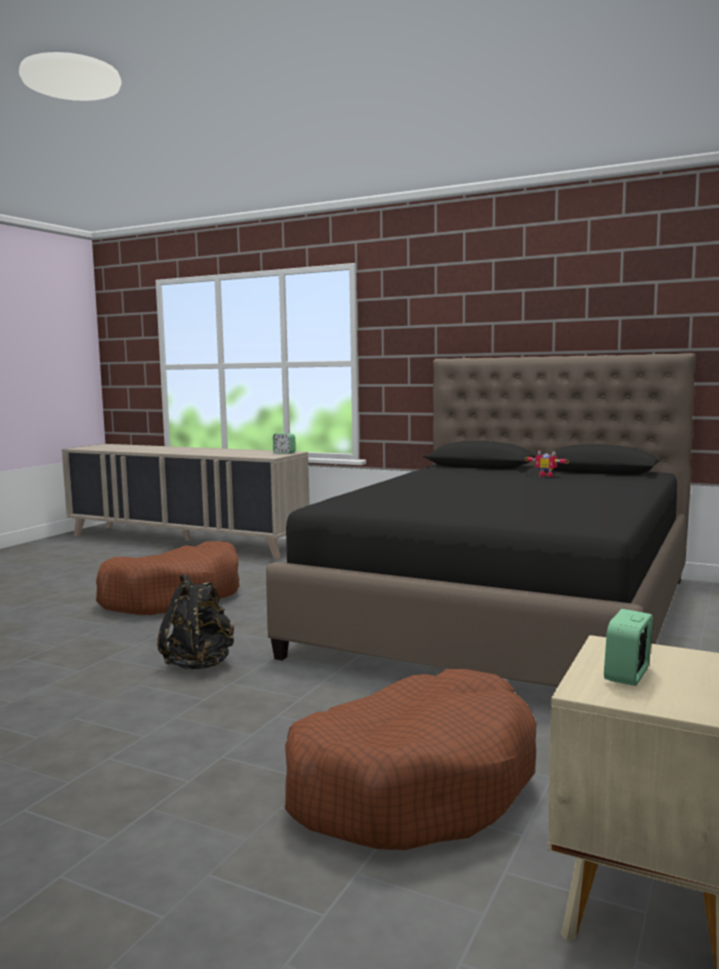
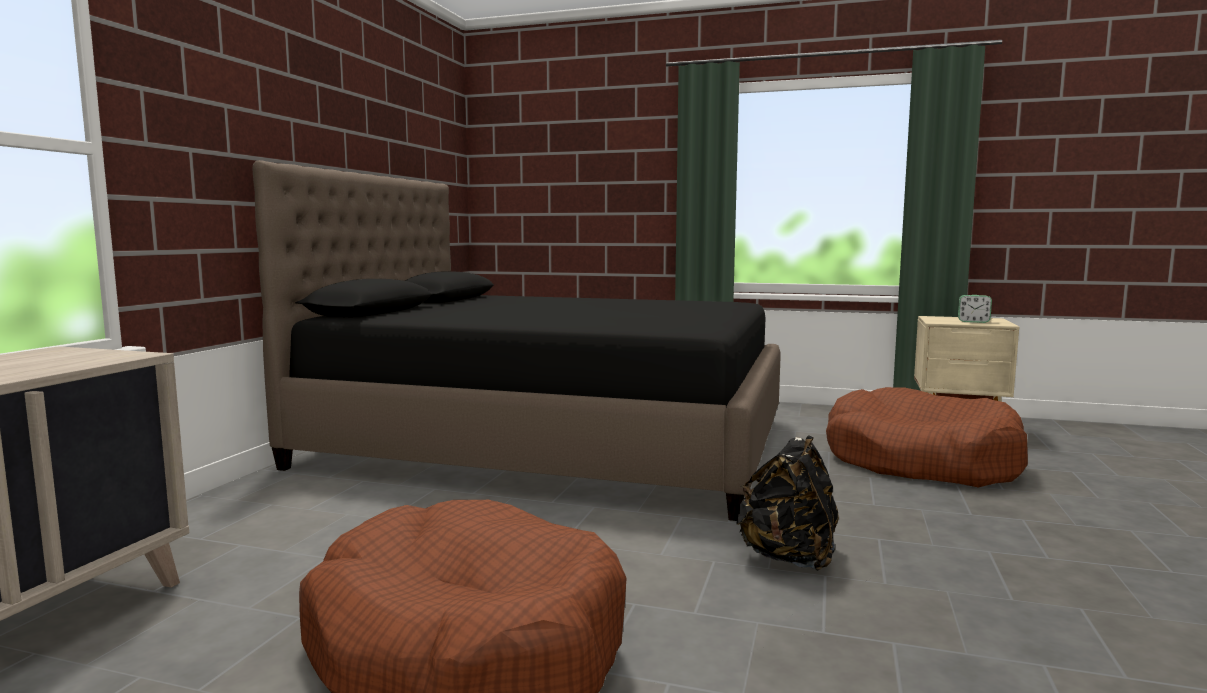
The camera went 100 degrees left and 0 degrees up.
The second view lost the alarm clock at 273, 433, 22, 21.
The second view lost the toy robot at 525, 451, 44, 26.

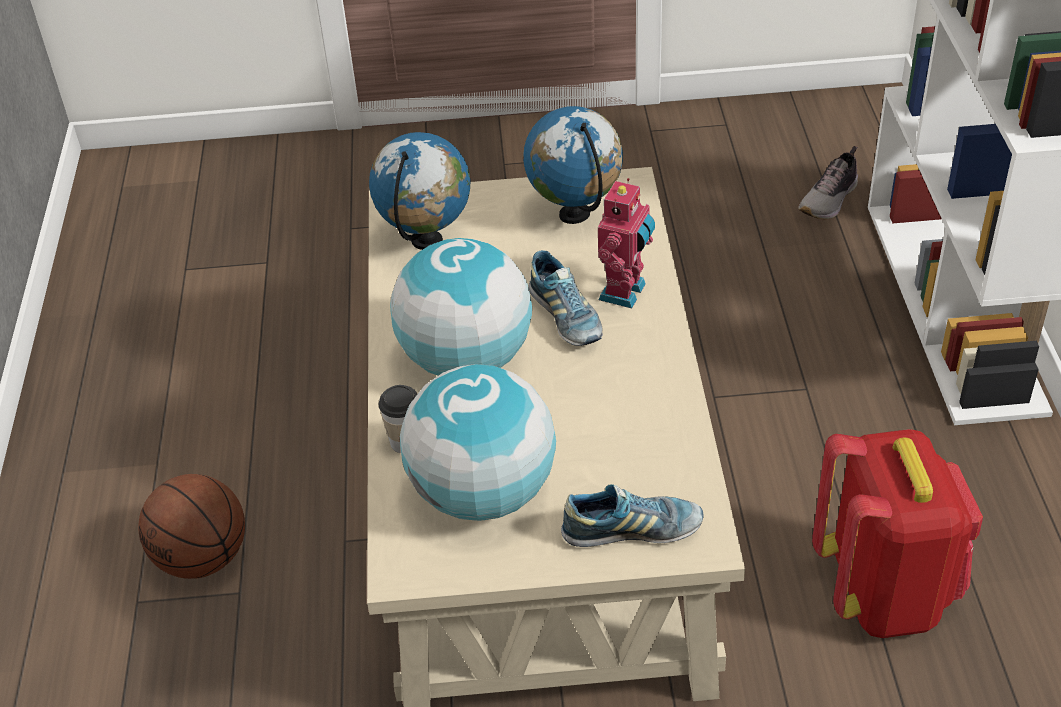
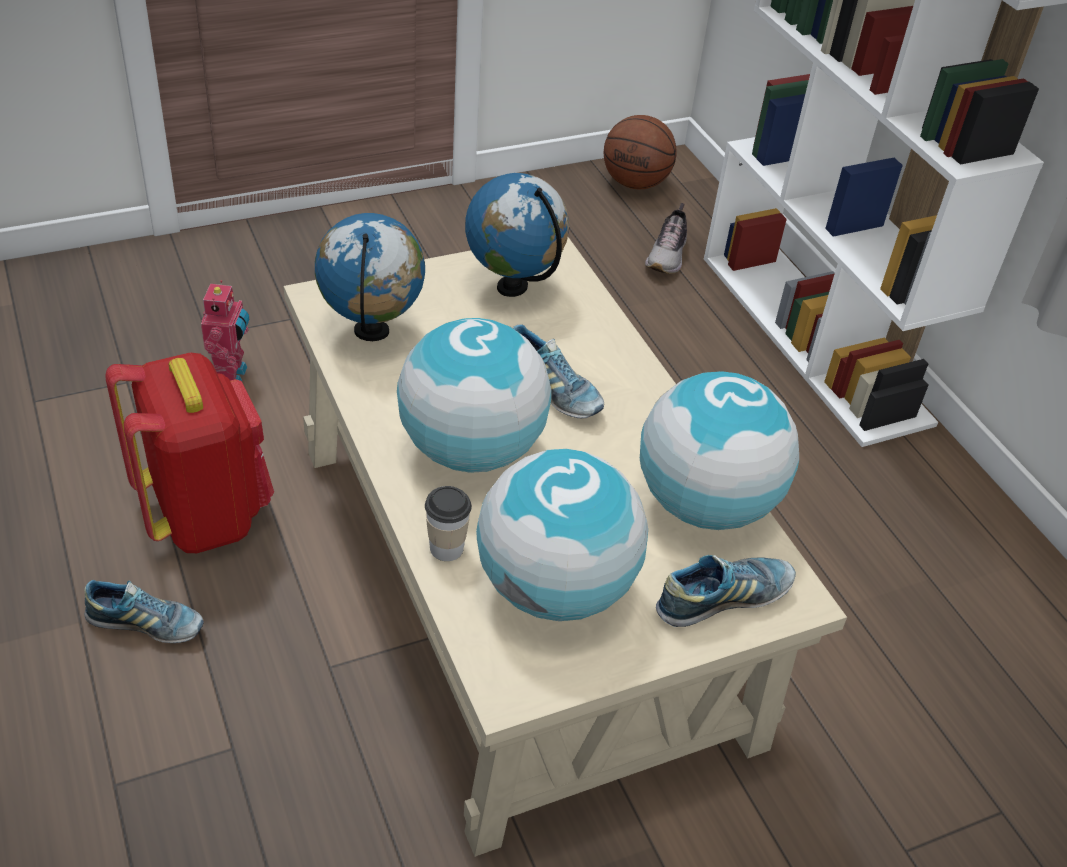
The camera went 25 degrees left and 0 degrees up.
The second view gained the shoe at 84, 580, 120, 63.
The backpack (red) ended up elsewhere, having gone from 812, 429, 171, 209 to 105, 353, 169, 200.
The toy robot ended up elsewhere, having gone from 598, 178, 57, 130 to 201, 280, 48, 101.
The basketball ended up elsewhere, having gone from 138, 474, 107, 105 to 604, 115, 73, 74.
The second view gained the globe at 640, 371, 159, 159.

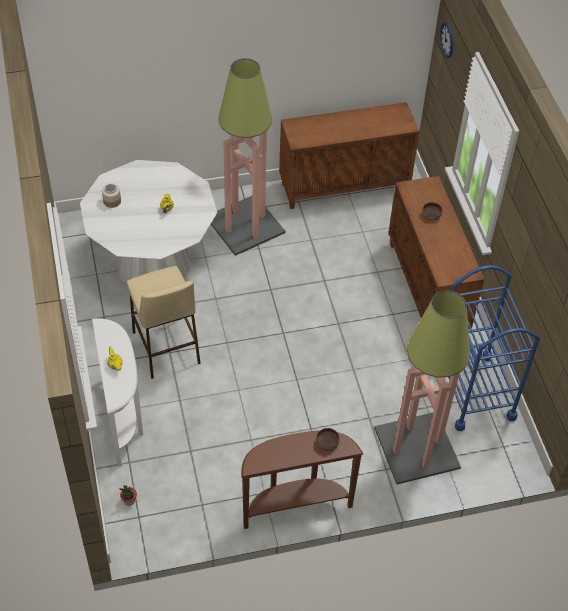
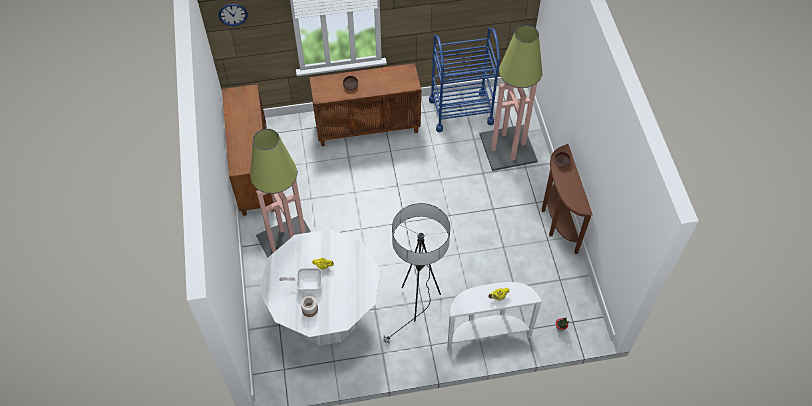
The camera went 85 degrees left and 5 degrees up.
The second view gained the frying pan at 279, 268, 42, 23.
Where the stool (beige) stood at 127, 266, 74, 113, the floor lamp came to stand at 382, 203, 68, 141.

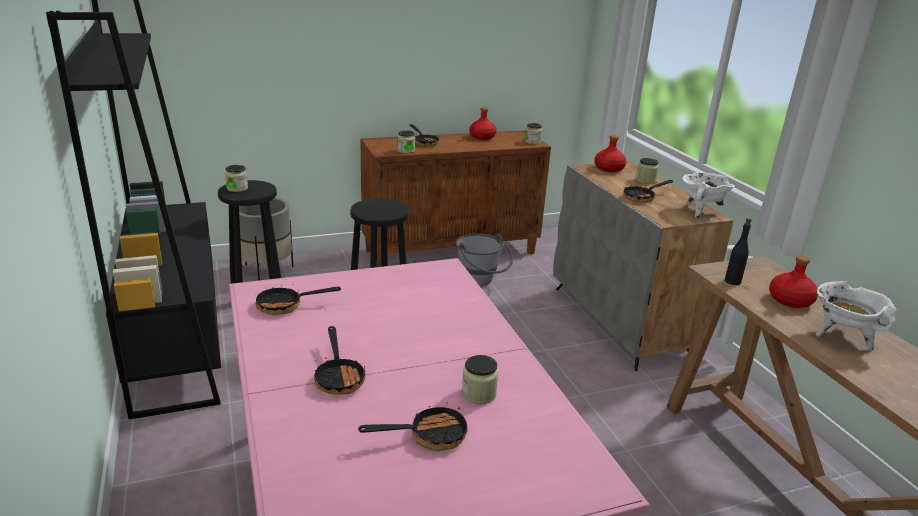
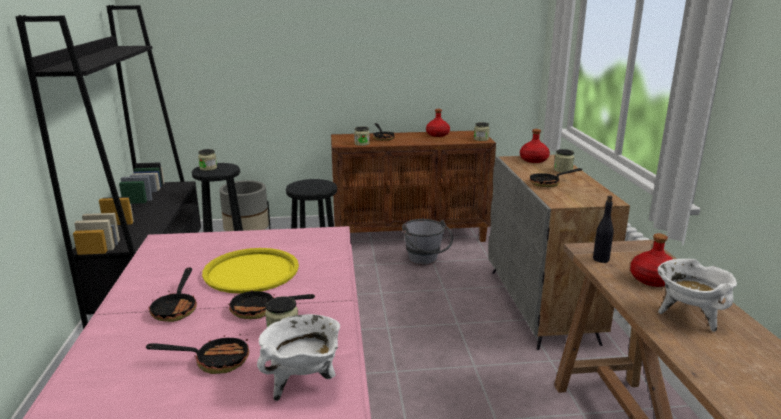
The camera went 15 degrees right and 5 degrees down.
The second view gained the tray (yellow) at 202, 248, 97, 46.
The frying pan ended up elsewhere, having gone from 256, 285, 85, 30 to 228, 288, 87, 31.
The cooking pot (white) ended up elsewhere, having gone from 682, 173, 53, 46 to 257, 314, 83, 87.

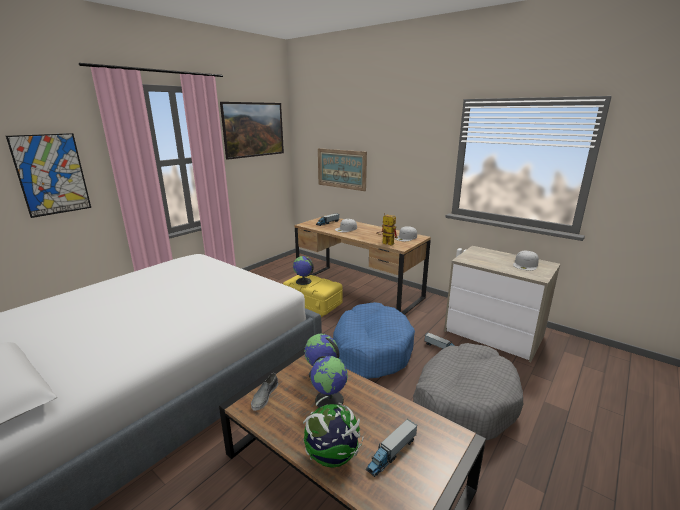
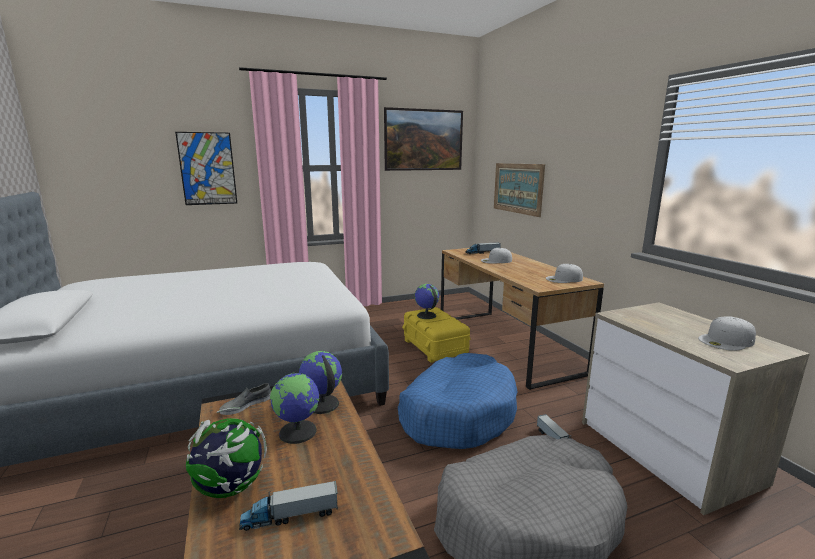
The camera went 30 degrees right and 5 degrees down.
The second view lost the toy robot at 376, 213, 22, 33.

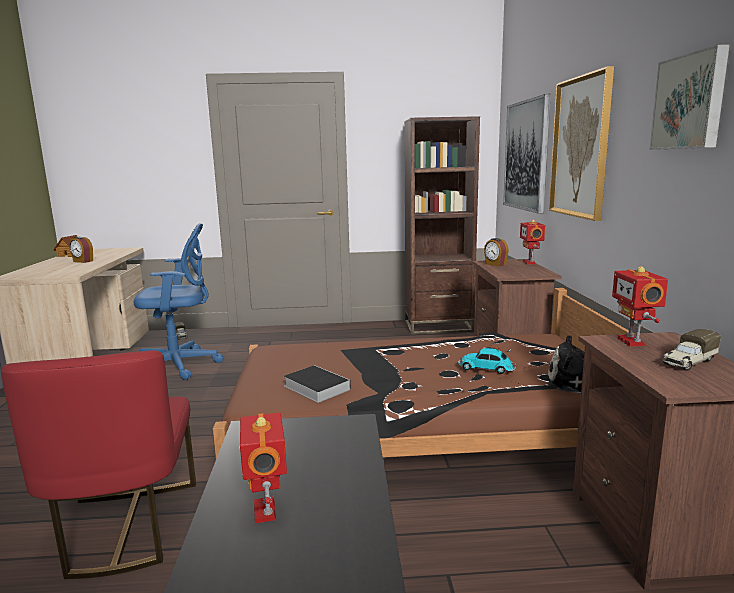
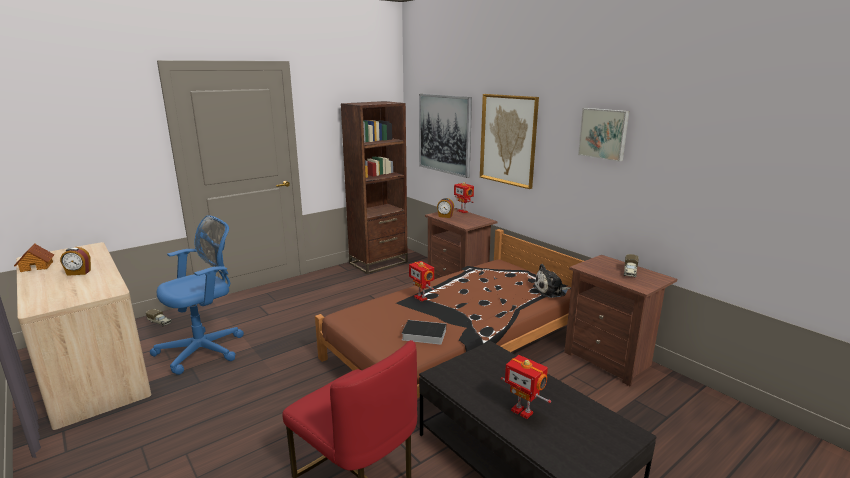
The camera went 35 degrees left and 5 degrees up.
The toy robot ended up elsewhere, having gone from 612, 266, 56, 81 to 409, 261, 25, 40.
The second view lost the toy car at 458, 348, 58, 26.

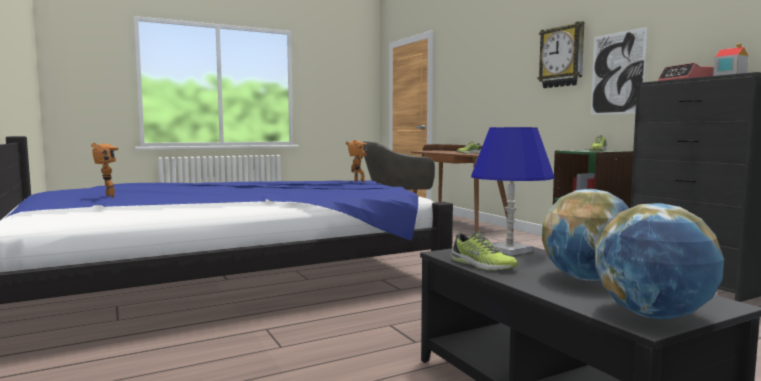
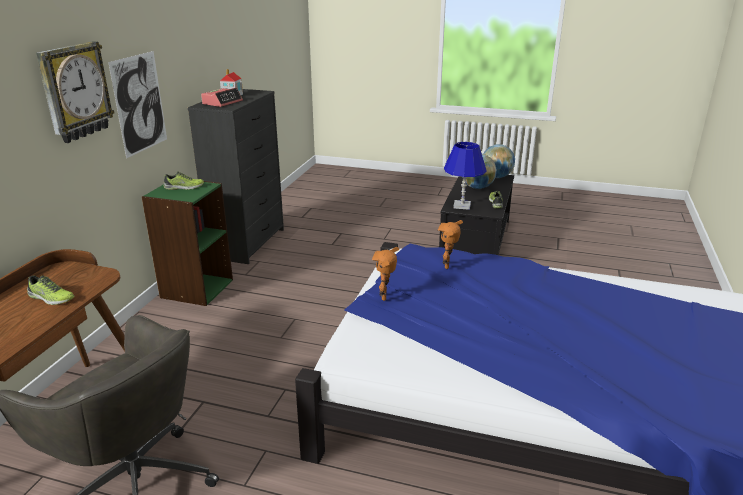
The camera went 135 degrees left and 20 degrees up.
The toy robot ended up elsewhere, having gone from 91, 143, 27, 55 to 438, 220, 25, 49.

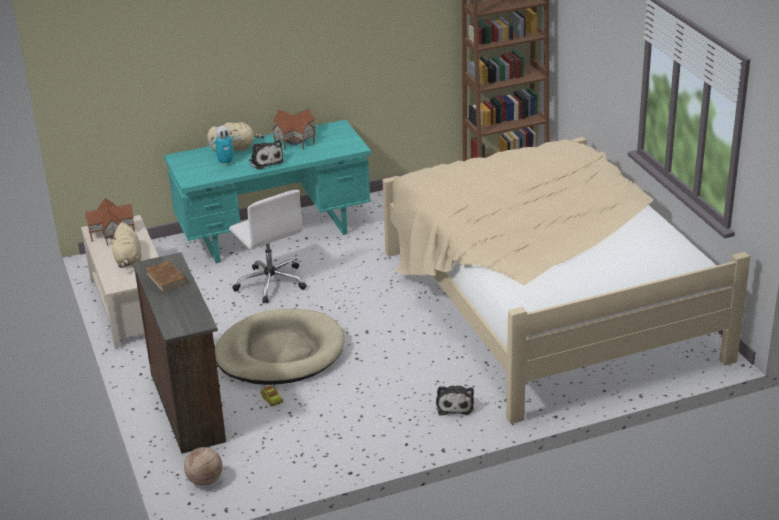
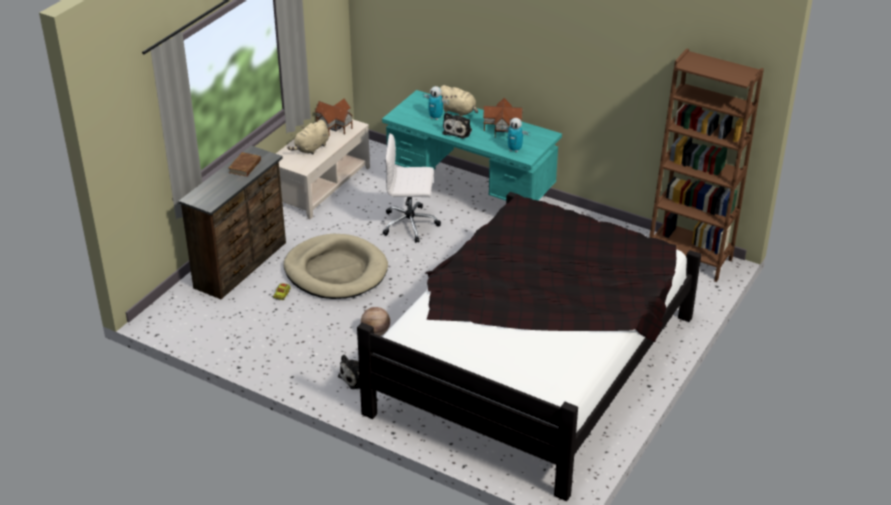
The camera went 50 degrees right and 5 degrees up.
What was the bed (beige) at 382, 137, 368, 287 turned into the bed (black) at 357, 192, 344, 309.
The basketball ended up elsewhere, having gone from 184, 447, 39, 39 to 361, 307, 29, 29.
The office chair (white) at 229, 190, 78, 113 ended up facing another way, 75 degrees clockwise from before.
The second view gained the toy robot at 501, 118, 30, 34.

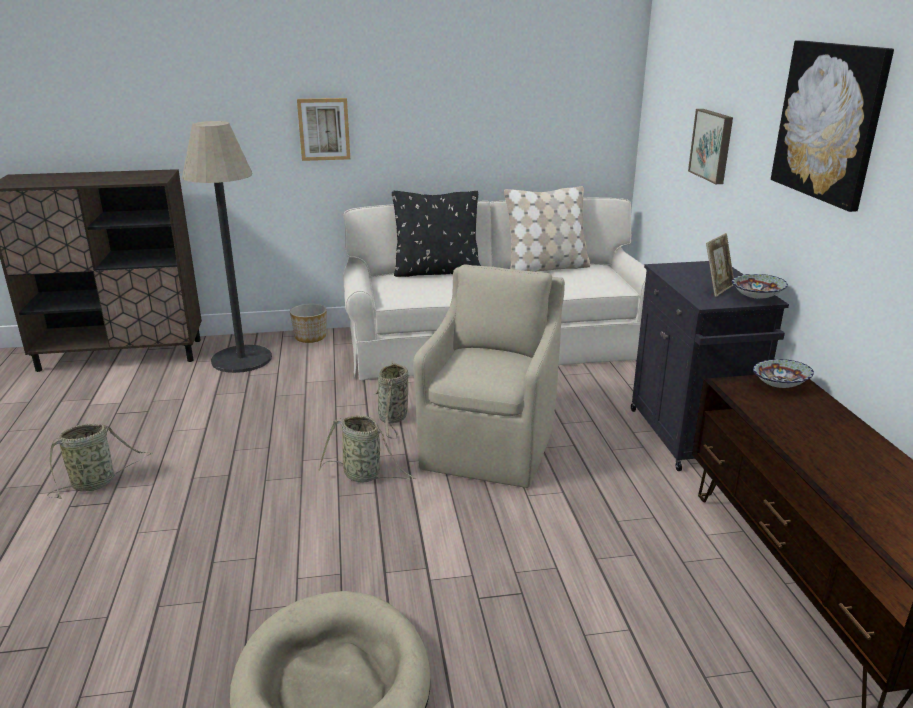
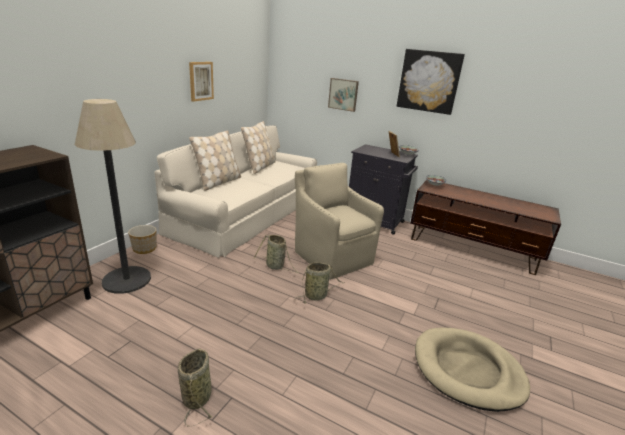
The camera went 55 degrees left and 0 degrees up.
The picture ended up elsewhere, having gone from 297, 98, 53, 63 to 189, 62, 25, 40.
What was the pillow (black) at 392, 191, 89, 86 turned into the pillow (beige) at 189, 130, 52, 60.

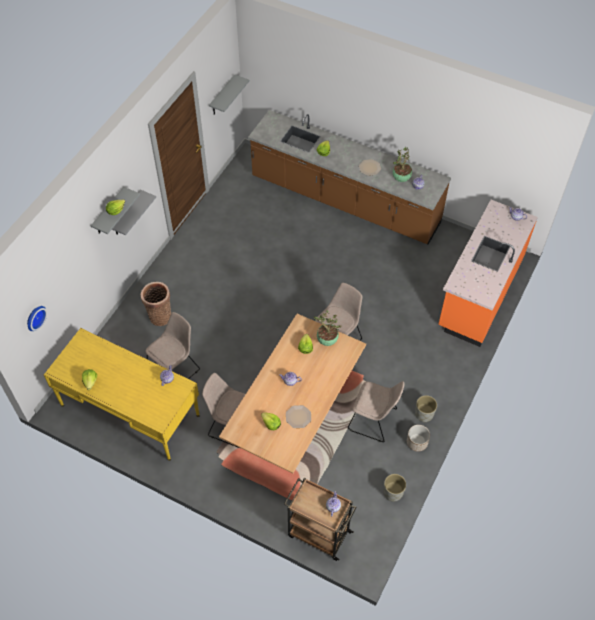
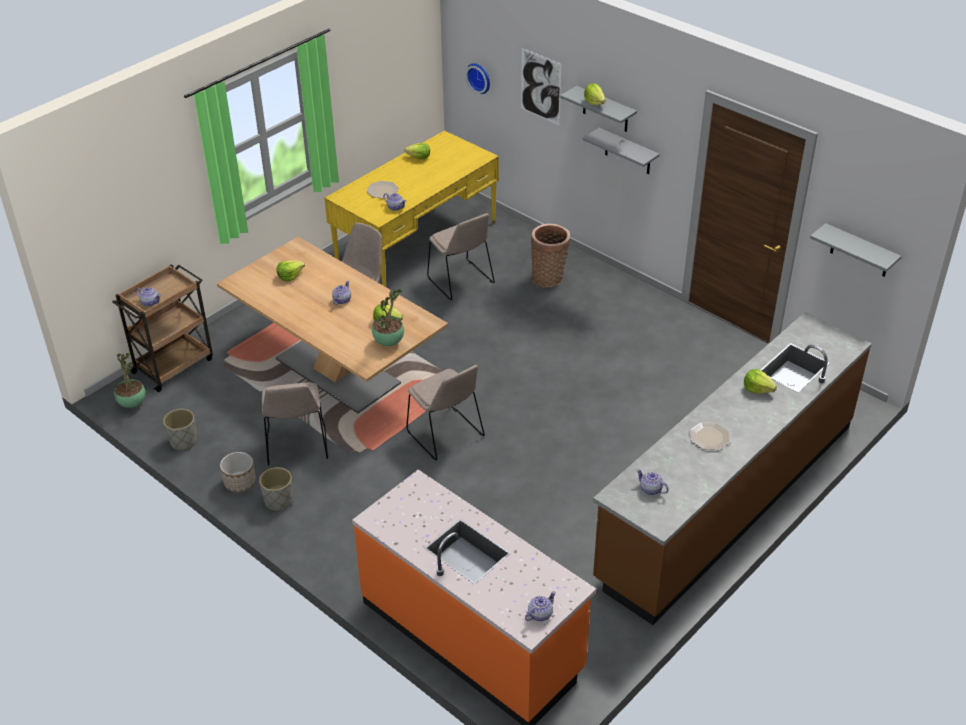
The camera went 105 degrees right and 15 degrees down.
The potted plant ended up elsewhere, having gone from 393, 147, 19, 35 to 114, 353, 32, 55.
The chair (beige) at 348, 381, 56, 61 ended up facing another way, 45 degrees counterclockwise from before.
The plate ended up elsewhere, having gone from 286, 405, 25, 23 to 367, 181, 32, 18.
The second view gained the picture at 521, 48, 41, 77.

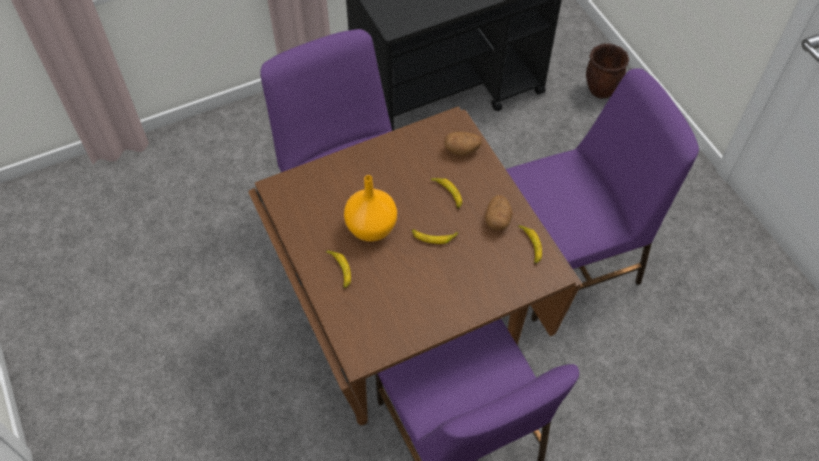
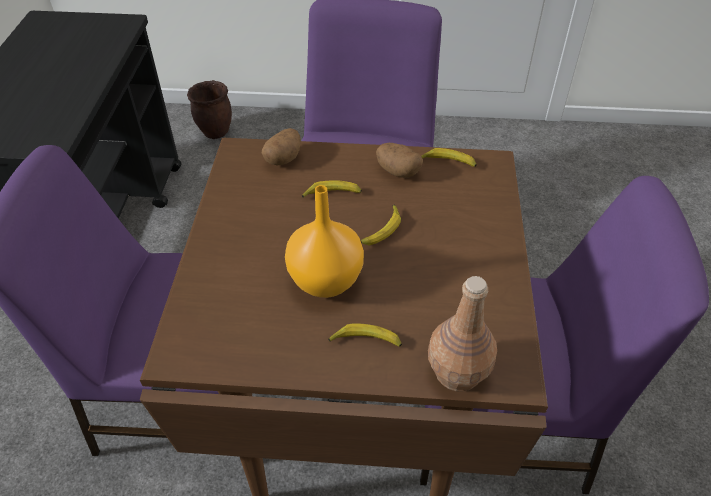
The camera went 60 degrees left and 10 degrees down.
The second view gained the bottle (brown) at 428, 276, 69, 116.

